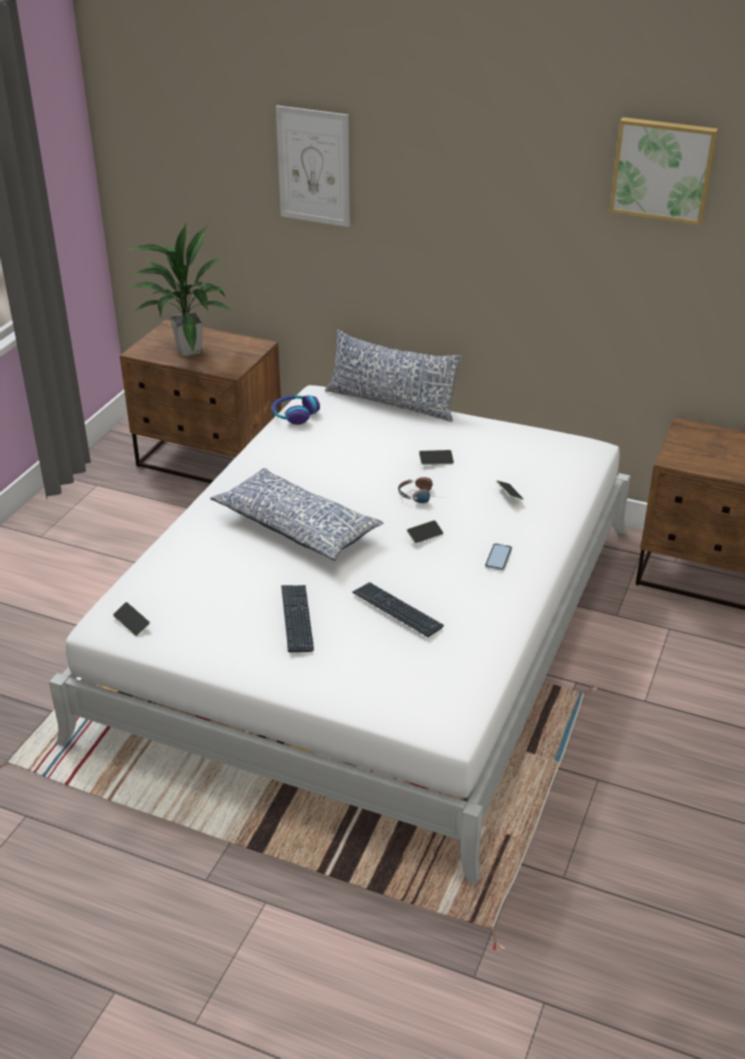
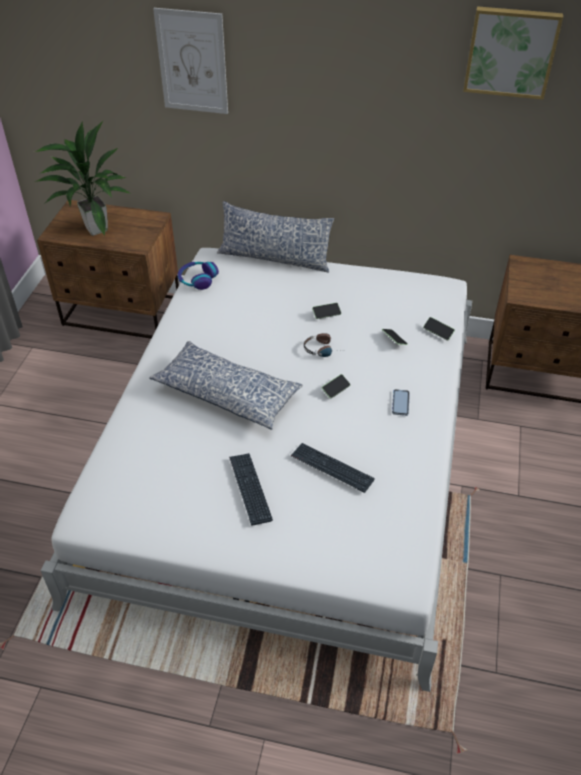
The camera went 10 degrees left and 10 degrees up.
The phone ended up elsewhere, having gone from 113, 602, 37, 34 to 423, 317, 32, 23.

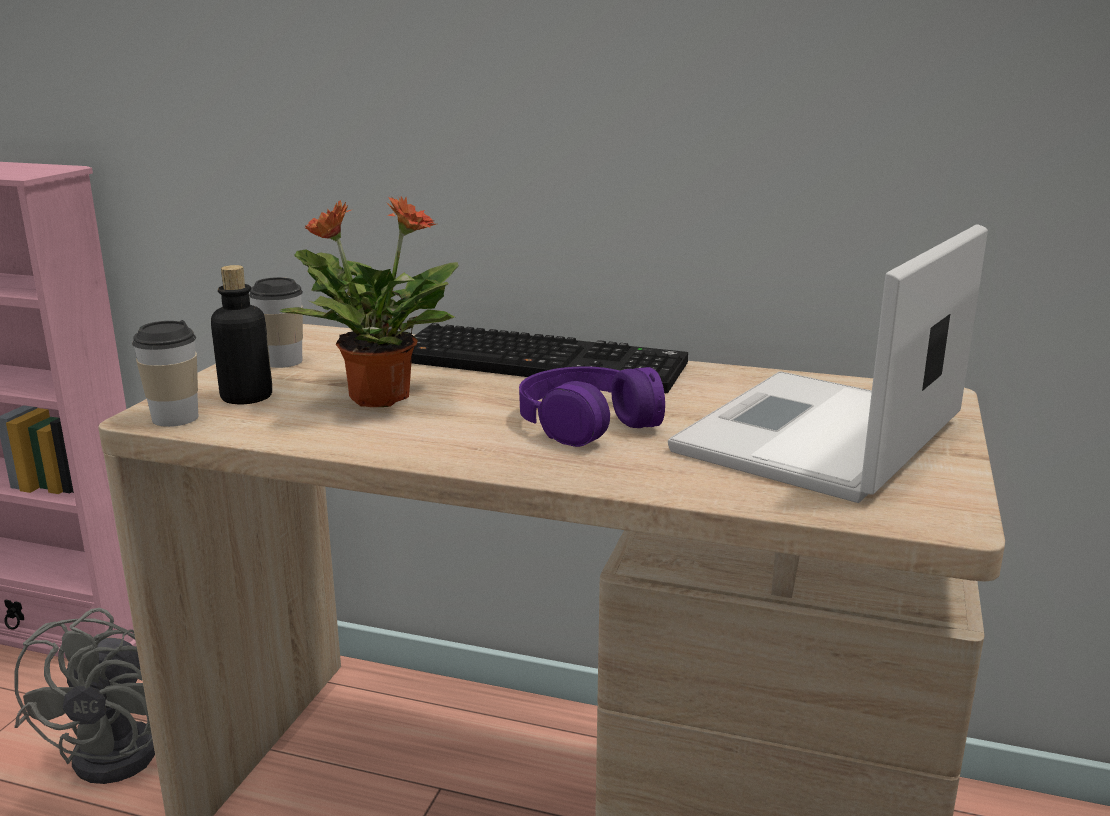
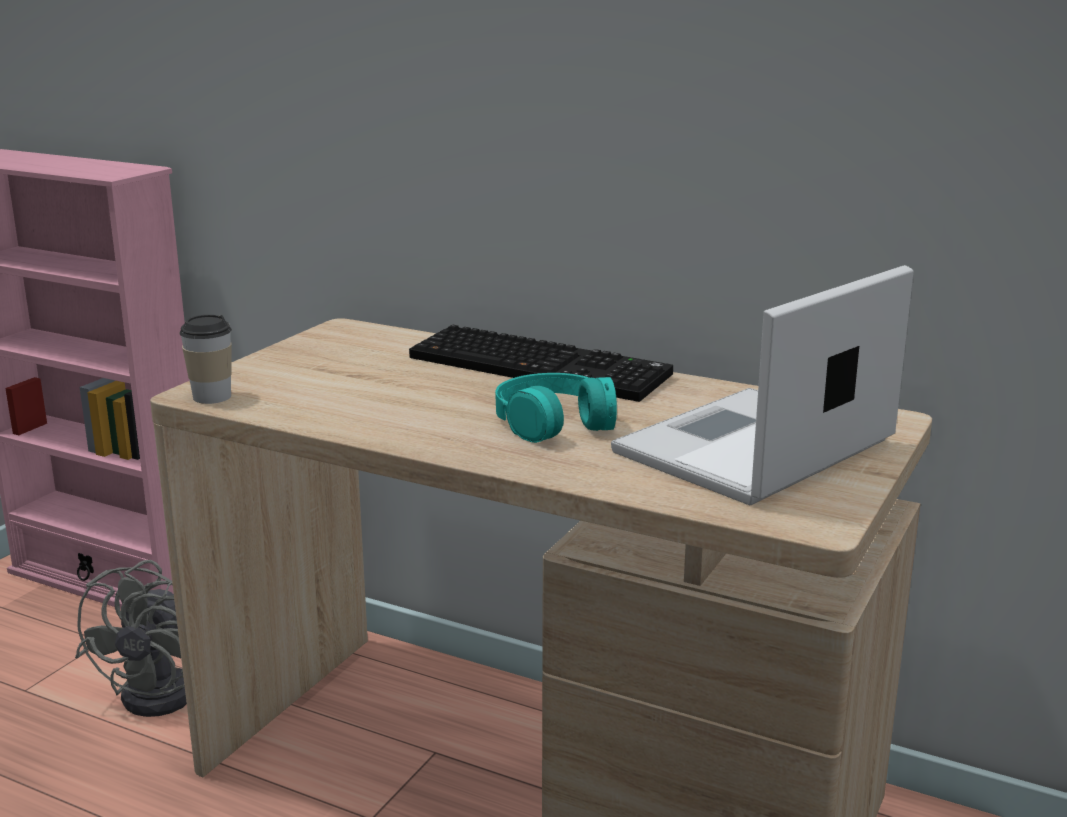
The camera went 10 degrees right and 0 degrees up.
What was the headphones (purple) at 519, 366, 146, 81 turned into the headphones (turquoise) at 495, 373, 122, 70.
The second view lost the bottle at 211, 265, 61, 139.
The second view lost the cup at 249, 277, 54, 91.
The second view lost the potted plant at 280, 197, 179, 210.

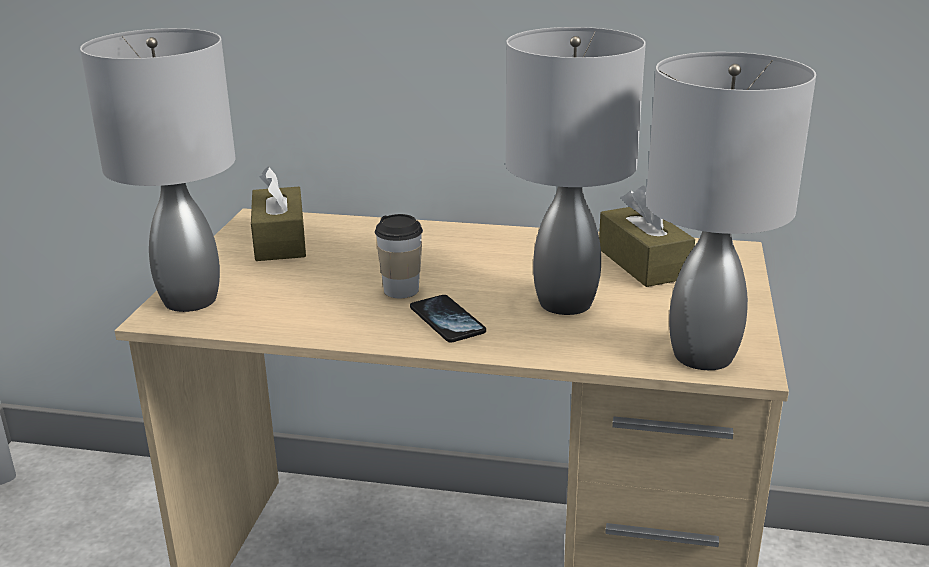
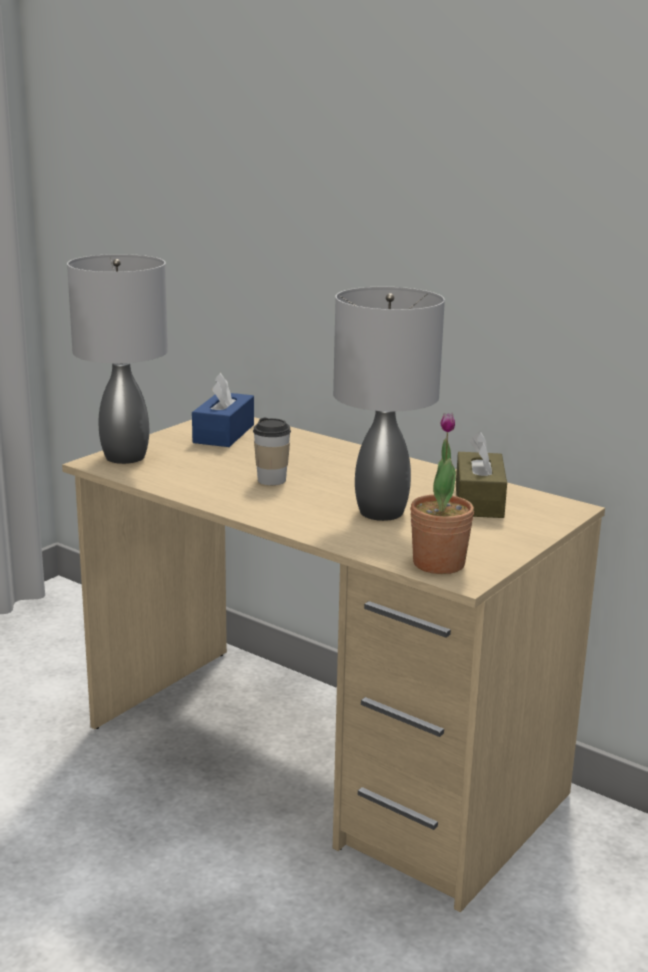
The camera went 25 degrees right and 5 degrees down.
What was the tissue box (brown) at 251, 167, 55, 94 turned into the tissue box (blue) at 192, 373, 62, 74.
Where the table lamp (grey) stood at 646, 52, 170, 318, the potted plant came to stand at 410, 413, 64, 161.
The second view lost the phone at 410, 295, 76, 47.

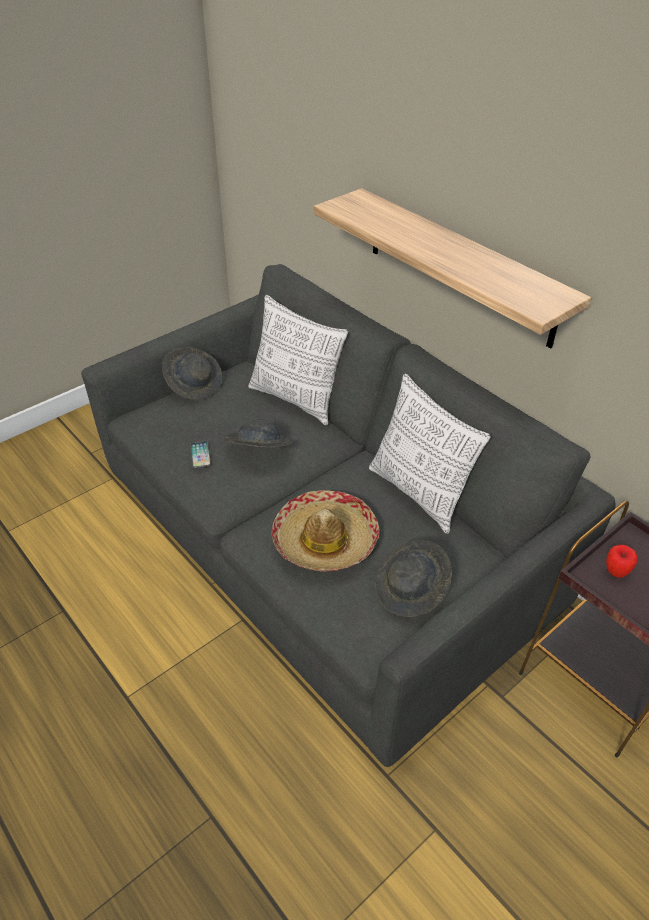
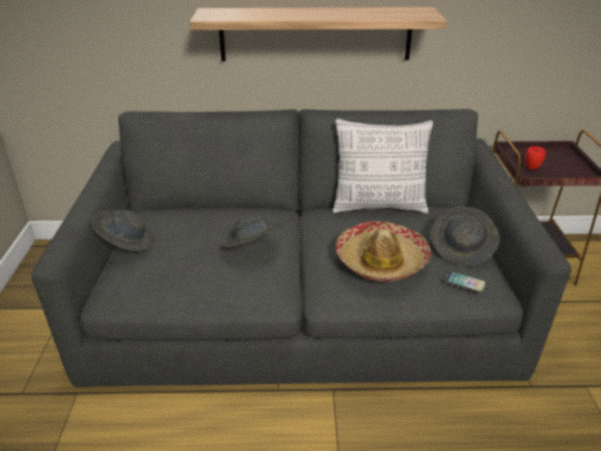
The camera went 50 degrees left and 10 degrees down.
The phone ended up elsewhere, having gone from 190, 441, 21, 27 to 444, 271, 42, 22.
The second view lost the pillow at 248, 295, 100, 131.

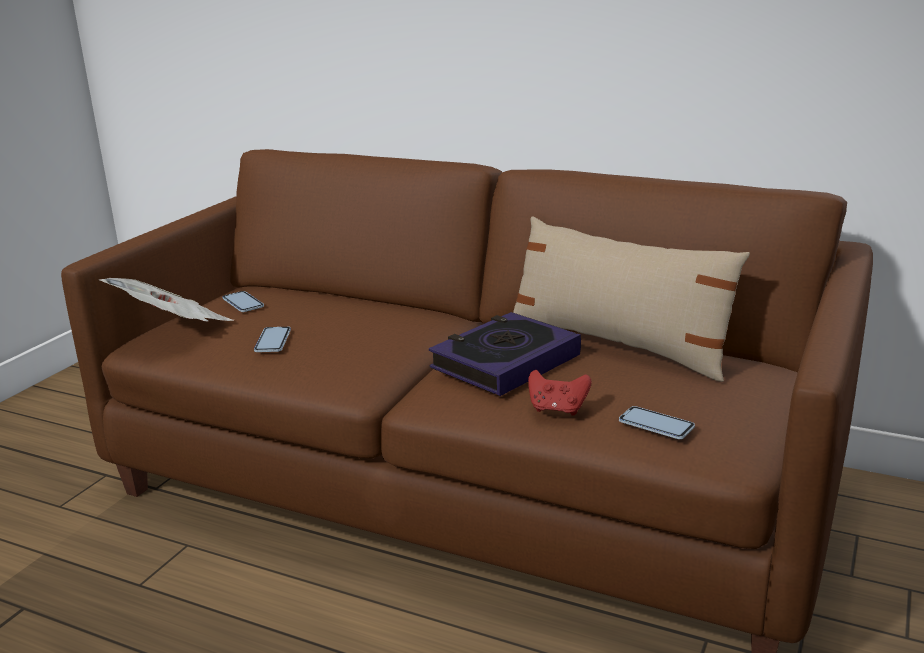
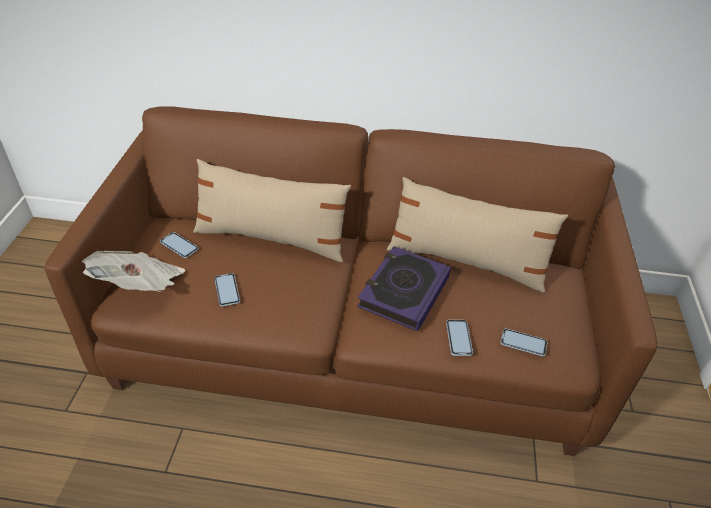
The camera went 20 degrees left and 20 degrees up.
The second view gained the pillow (beige) at 194, 159, 157, 103.
Where the game controller (red) stood at 528, 370, 63, 46, the phone came to stand at 446, 320, 27, 36.

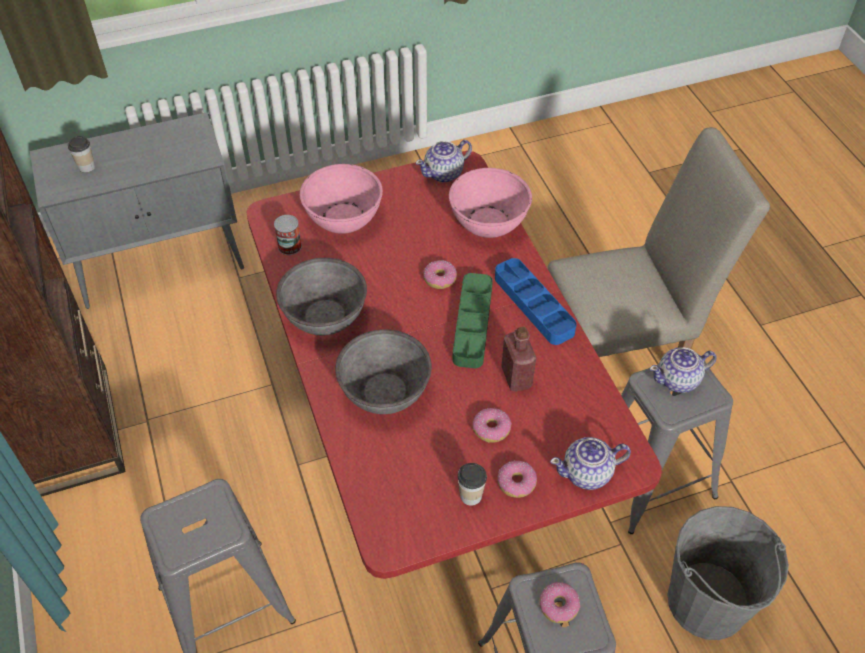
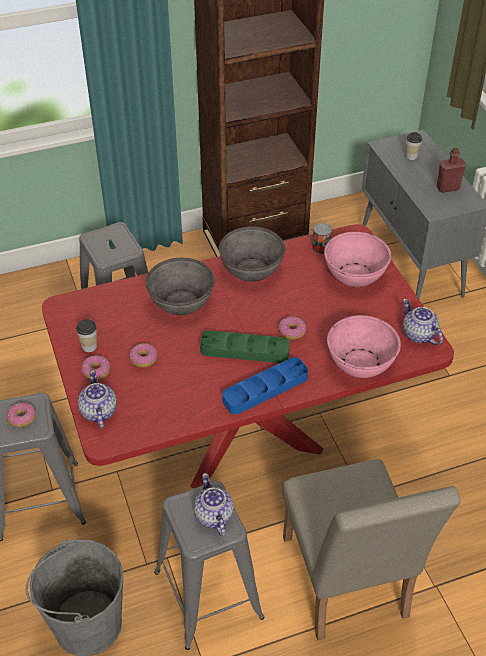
The camera went 90 degrees right and 5 degrees down.
The bottle (red) ended up elsewhere, having gone from 501, 326, 35, 66 to 436, 147, 30, 46.

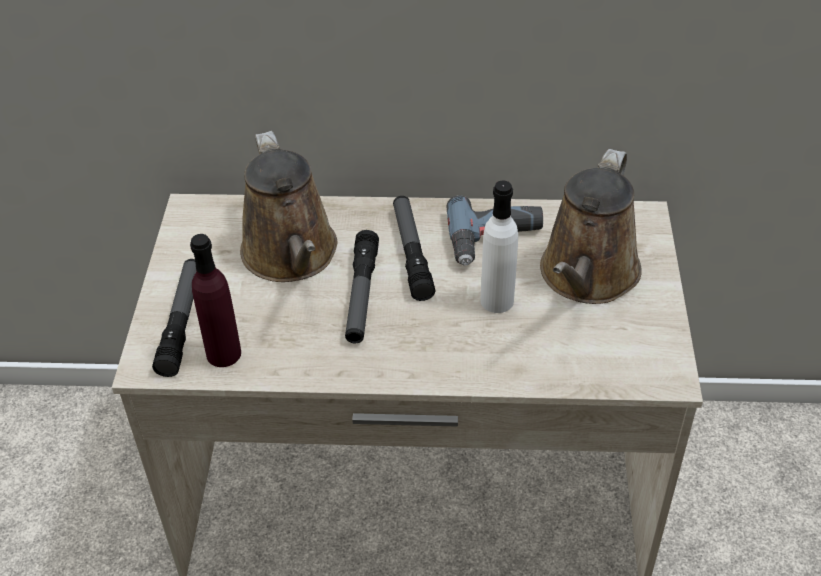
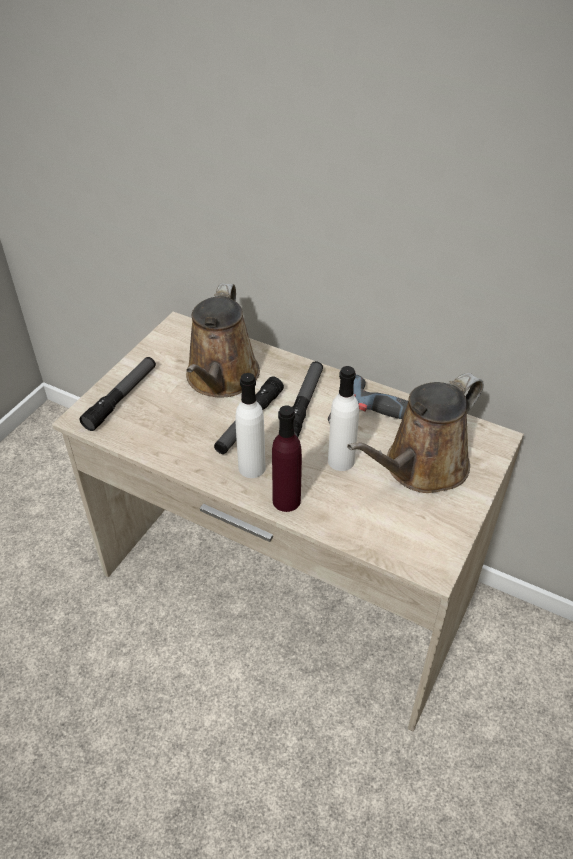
The camera went 25 degrees right and 0 degrees up.
The second view gained the bottle (white) at 235, 373, 30, 105.
The bottle (purple) ended up elsewhere, having gone from 190, 234, 51, 133 to 272, 405, 30, 107.

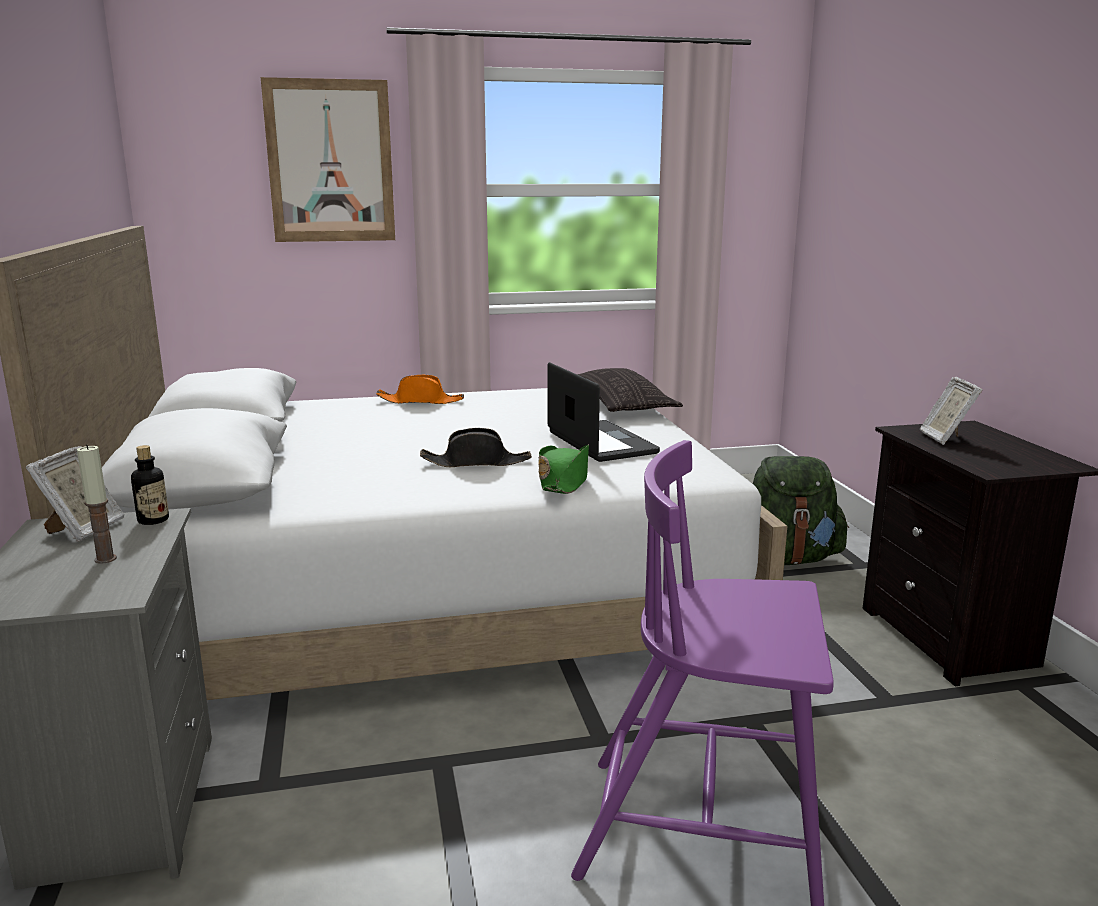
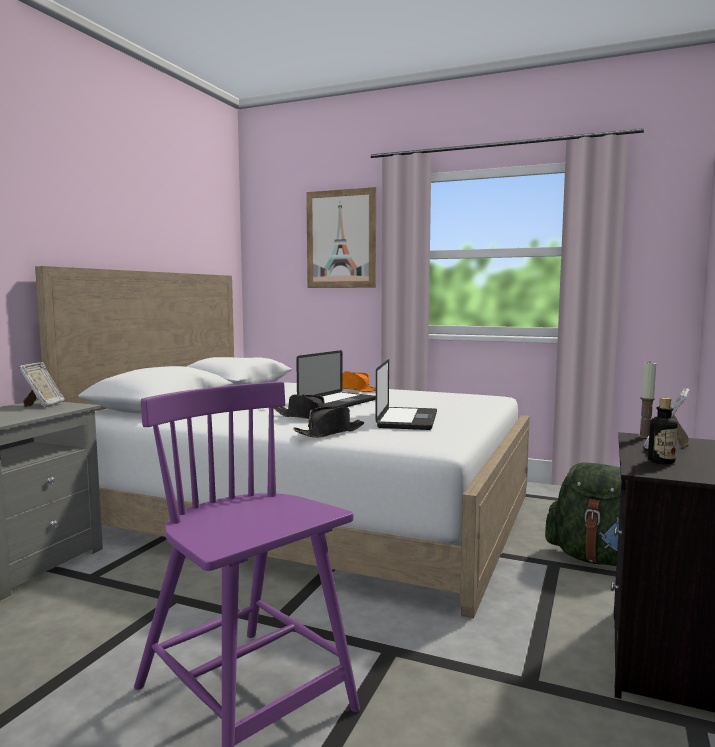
The camera went 35 degrees right and 10 degrees down.
The picture frame at 26, 446, 99, 96 ended up facing another way, 45 degrees counterclockwise from before.
What was the hat (green) at 538, 444, 51, 50 turned into the hat (black) at 293, 407, 71, 31.
The second view gained the laptop at 296, 350, 80, 58.
The candle ended up elsewhere, having gone from 77, 445, 40, 119 to 638, 363, 19, 75.
The bottle ended up elsewhere, having gone from 131, 445, 38, 80 to 648, 398, 30, 66.
The second view lost the pillow at 577, 368, 106, 44.

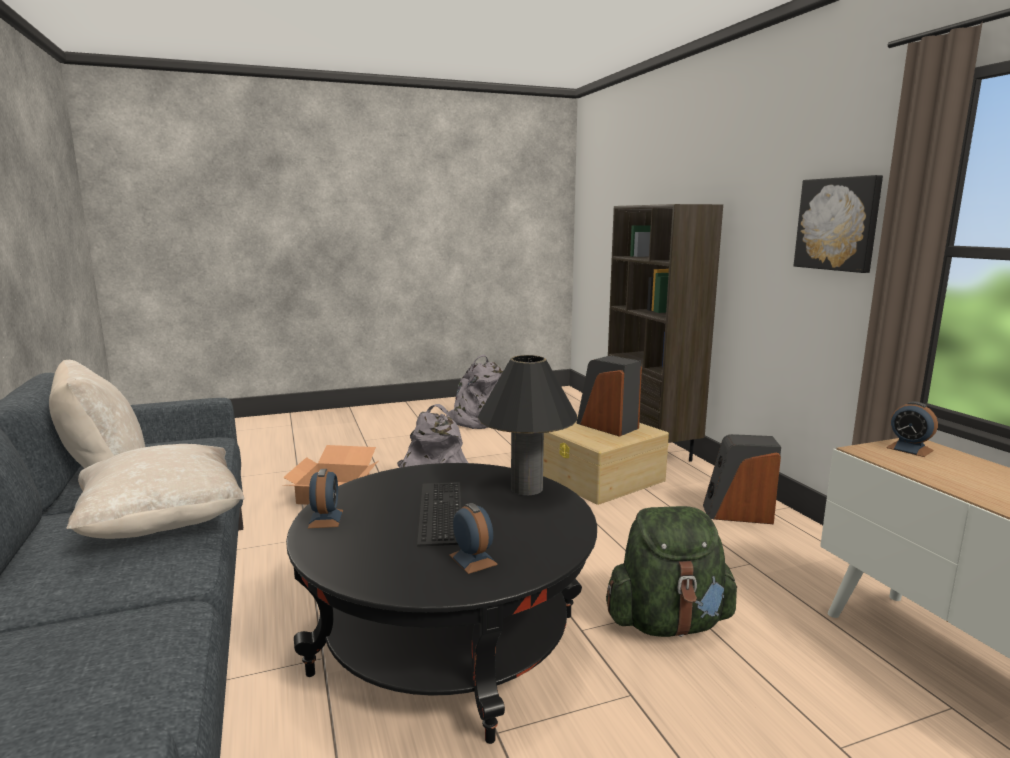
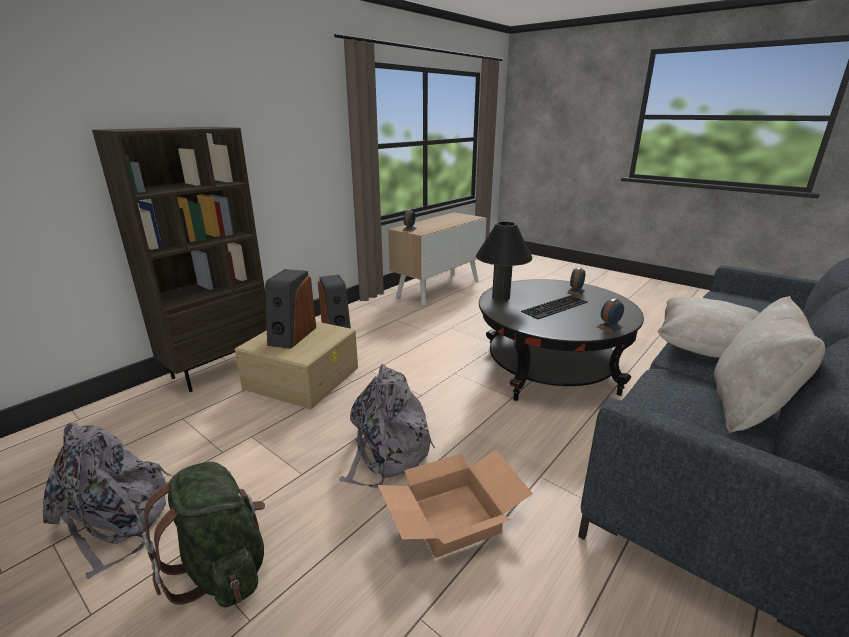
The camera went 120 degrees left and 10 degrees up.
The backpack (green) ended up elsewhere, having gone from 606, 506, 132, 131 to 143, 462, 122, 146.
The second view lost the picture at 794, 175, 89, 98.

